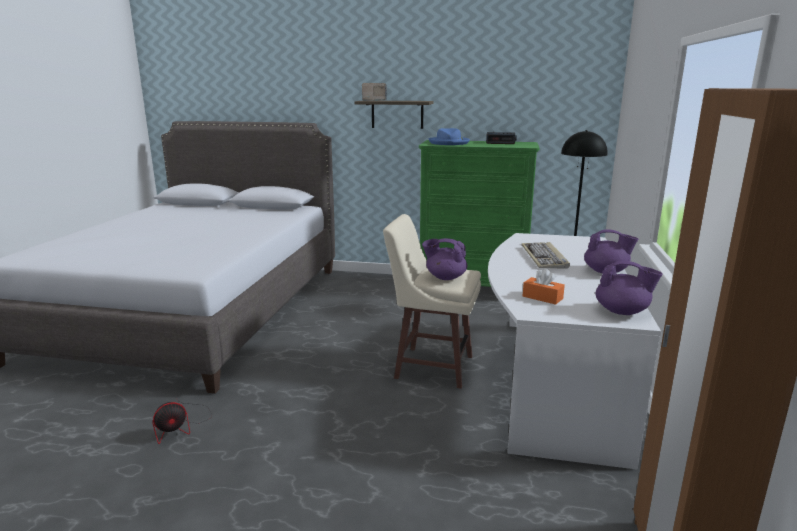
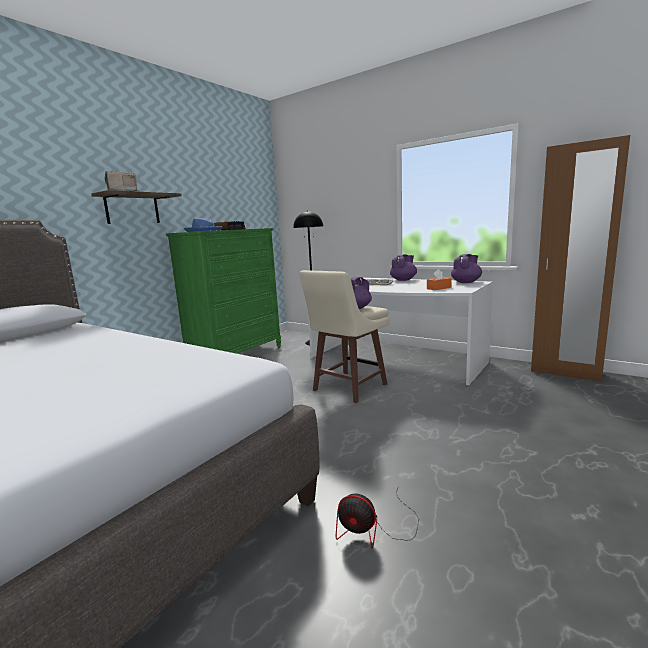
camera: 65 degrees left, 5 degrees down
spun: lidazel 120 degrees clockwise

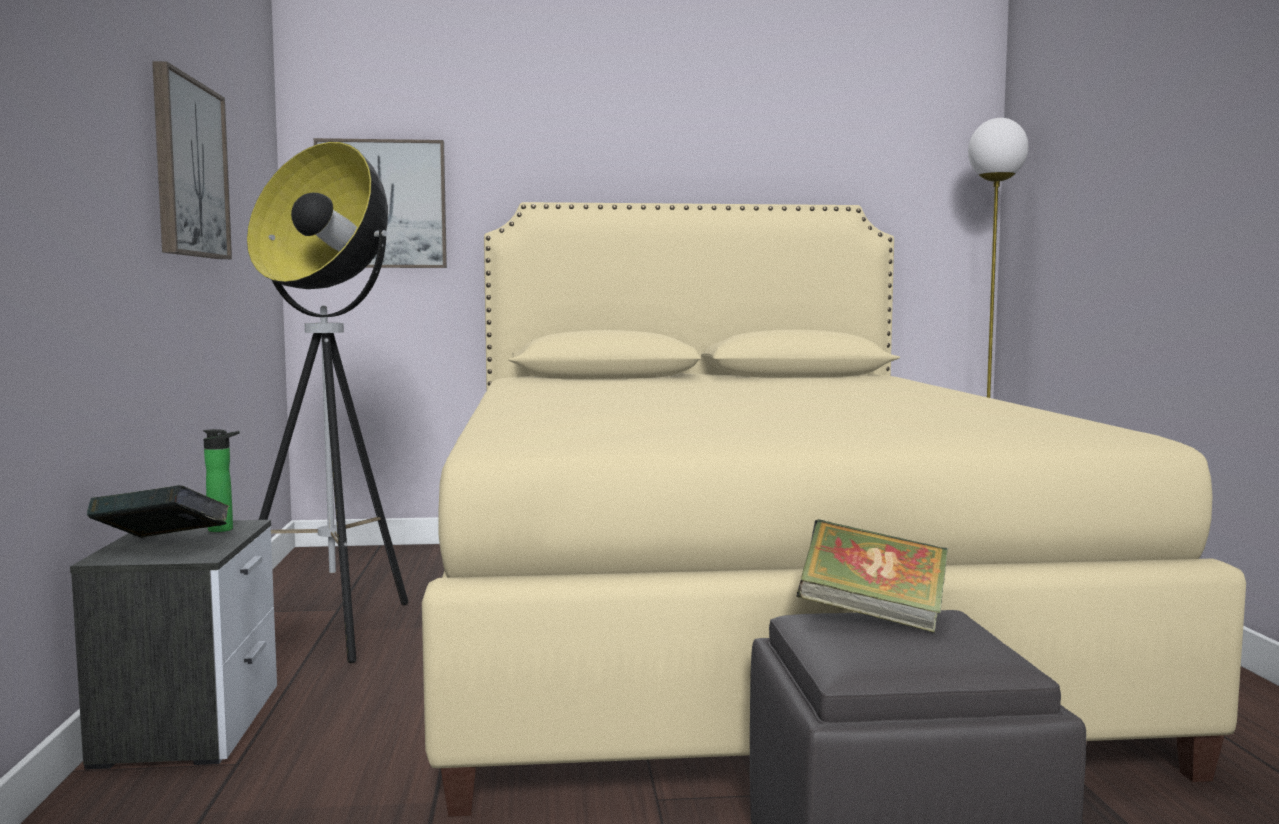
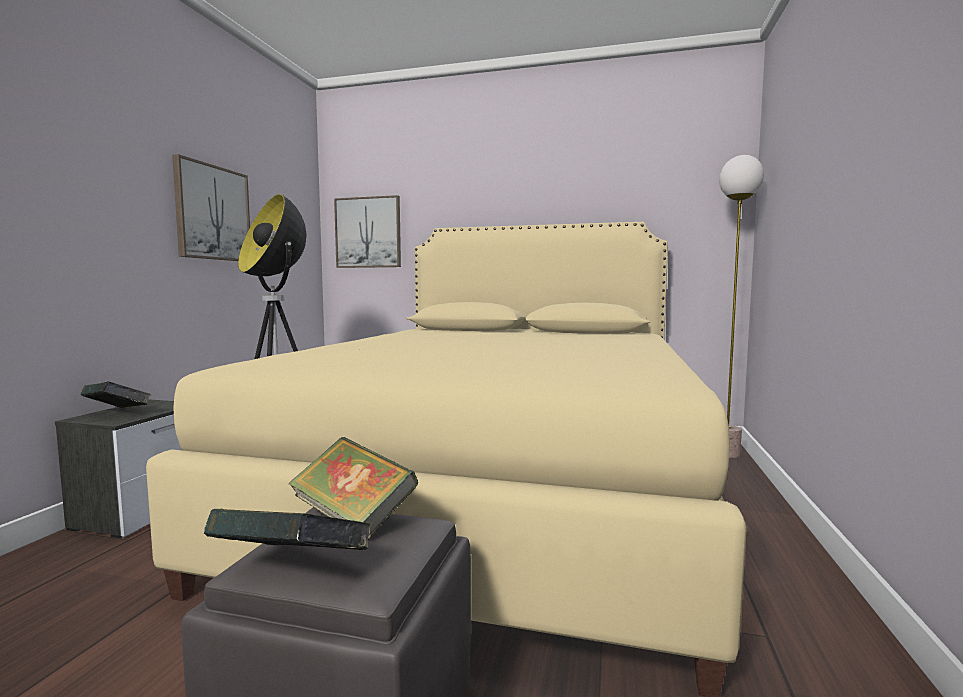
camera: 20 degrees right, 0 degrees up
missing: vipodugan
appeared: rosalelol (no. 2 from left)

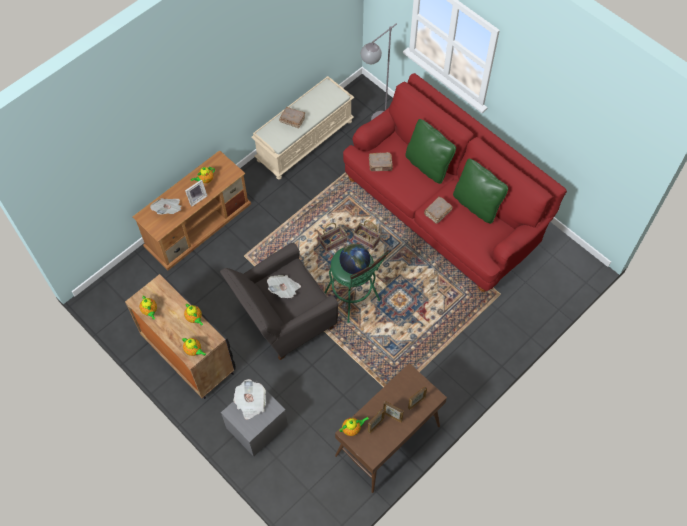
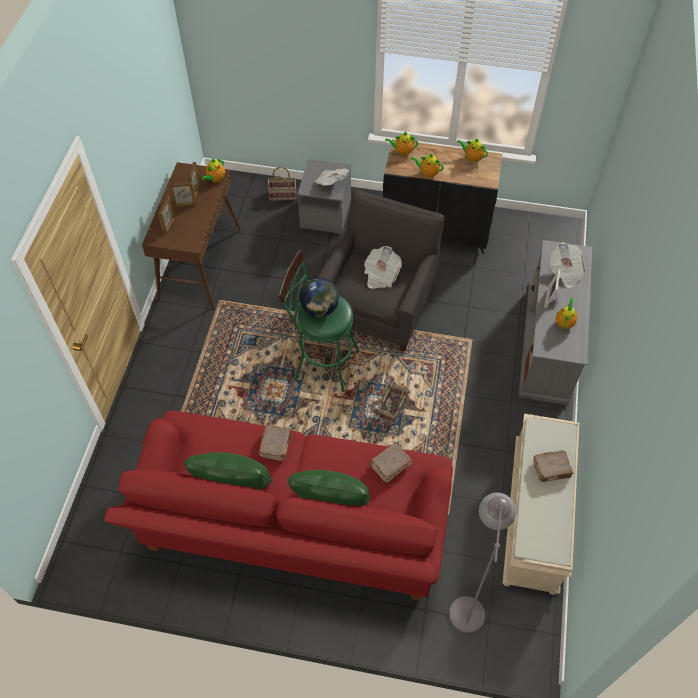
camera: 145 degrees right, 5 degrees down
relocated: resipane (no. 2 from left in the first image) to resipane (no. 1 from left)
colour: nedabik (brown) to nedabik (grey)

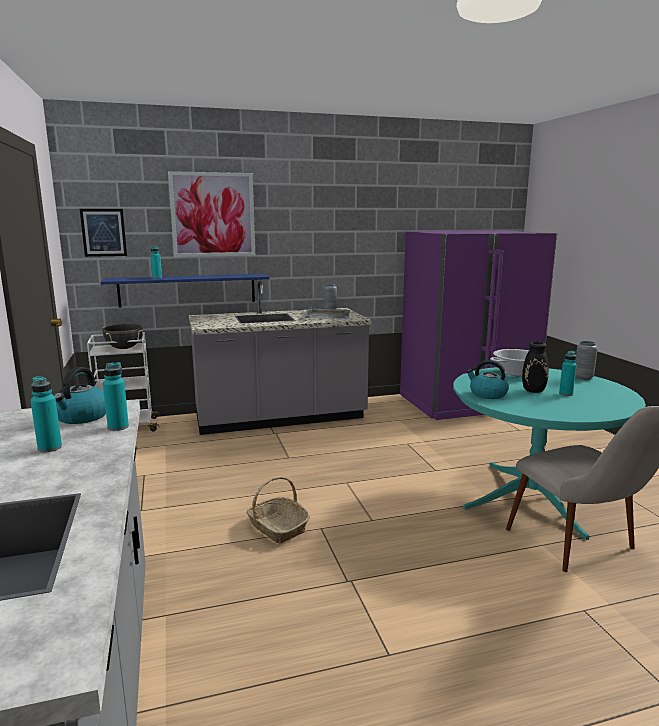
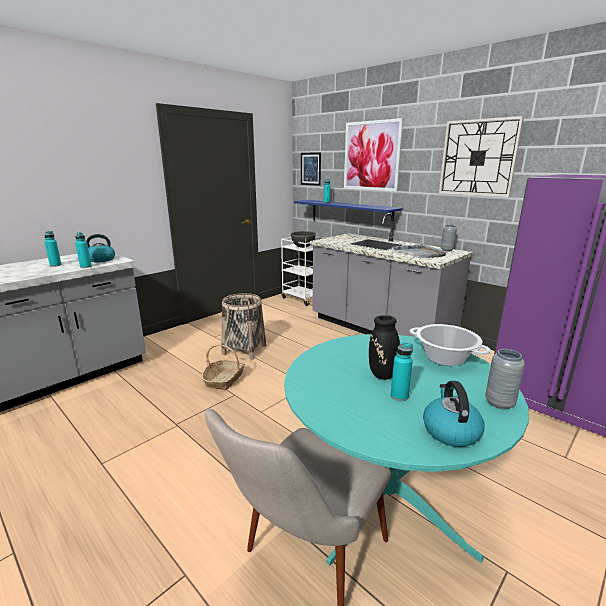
camera: 60 degrees right, 5 degrees up
appeared: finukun; resipane (no. 2 from left)
relocated: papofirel (no. 2 from left)

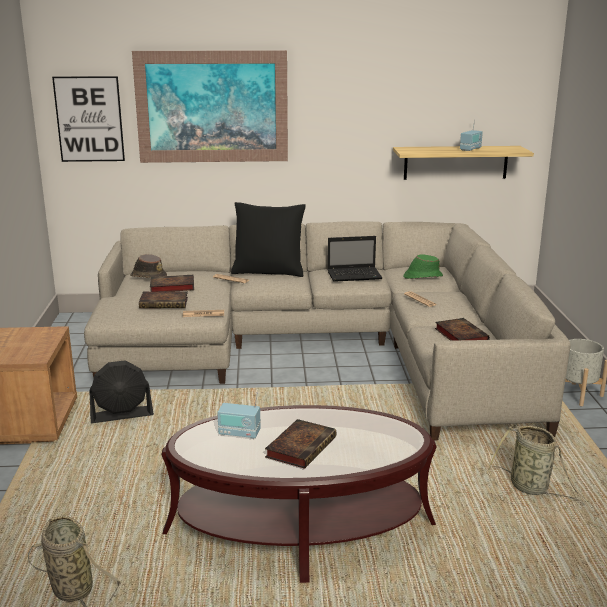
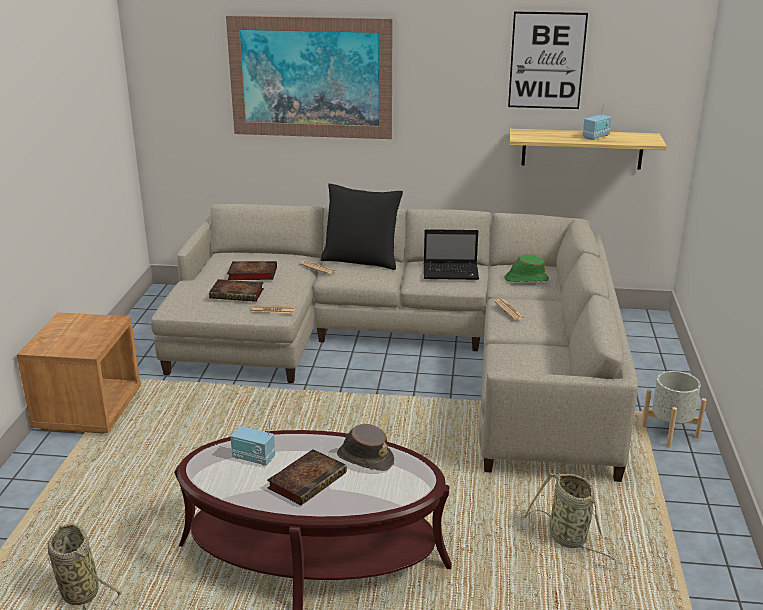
camera: 10 degrees right, 5 degrees up
missing: rosalelol (no. 4 from left); lidazel (black)
relocated: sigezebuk (no. 1 from left in the first image) to sigezebuk (no. 2 from left); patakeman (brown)

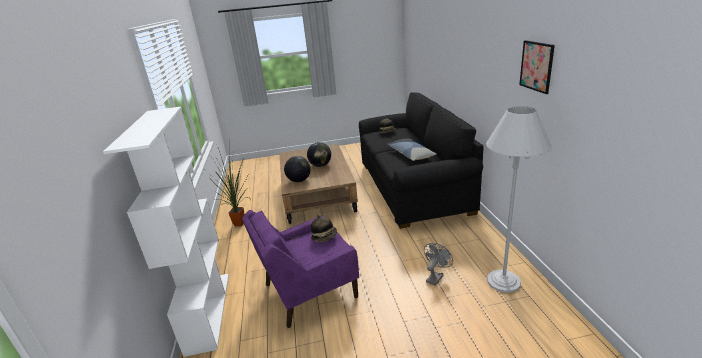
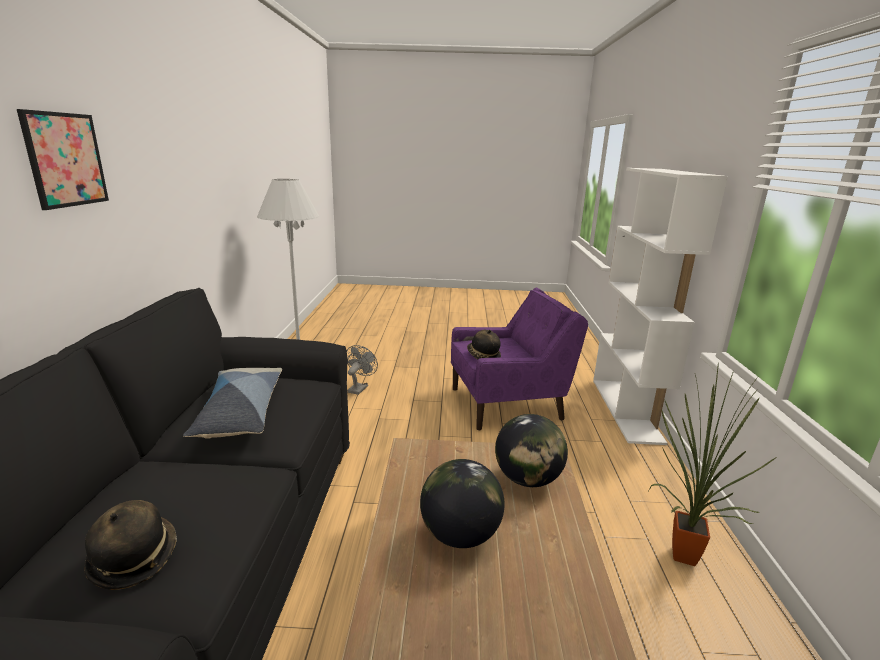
camera: 170 degrees left, 5 degrees down
relocated: sigezebuk
spun: lidazel (grey) 150 degrees clockwise

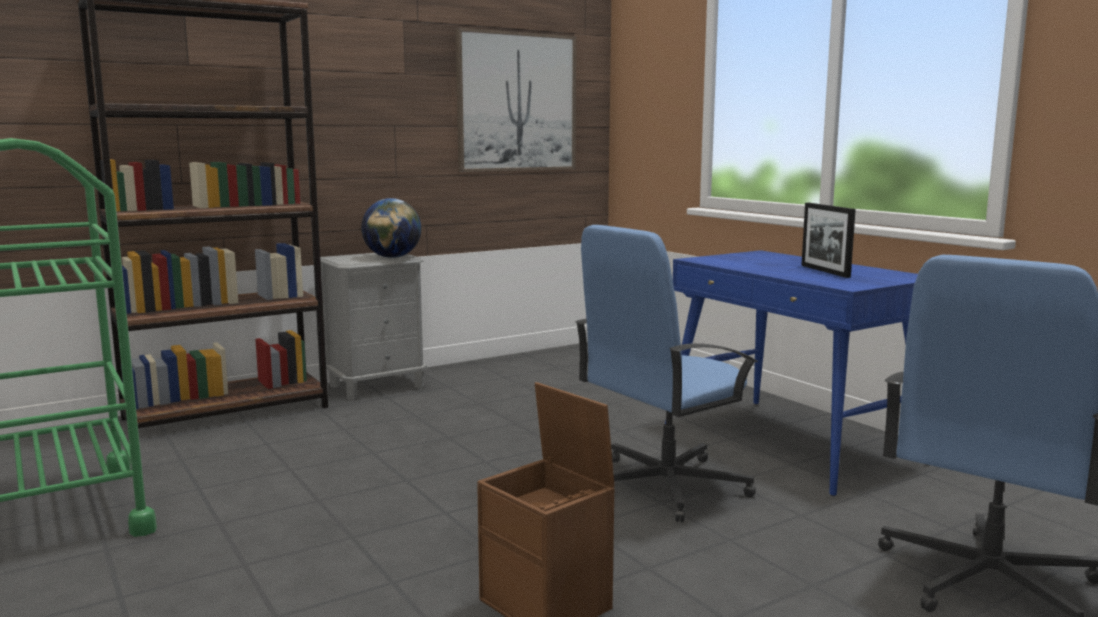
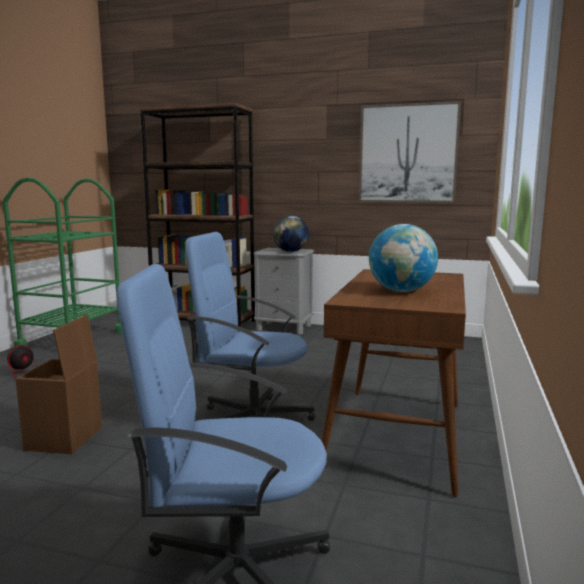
camera: 50 degrees right, 0 degrees up
appeared: lidazel
exchanged: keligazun to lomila (no. 2 from left)
colour: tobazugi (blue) to tobazugi (brown)

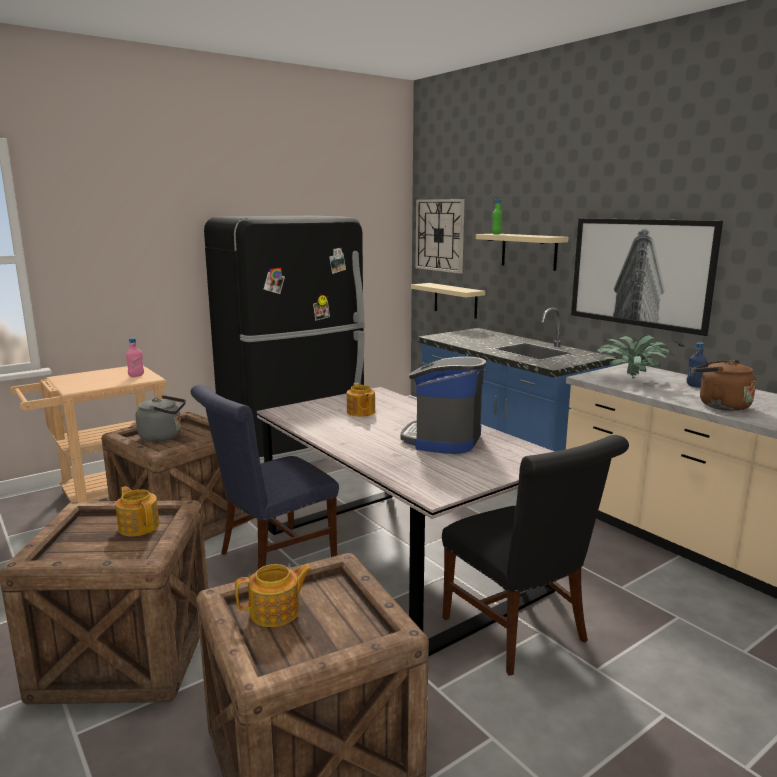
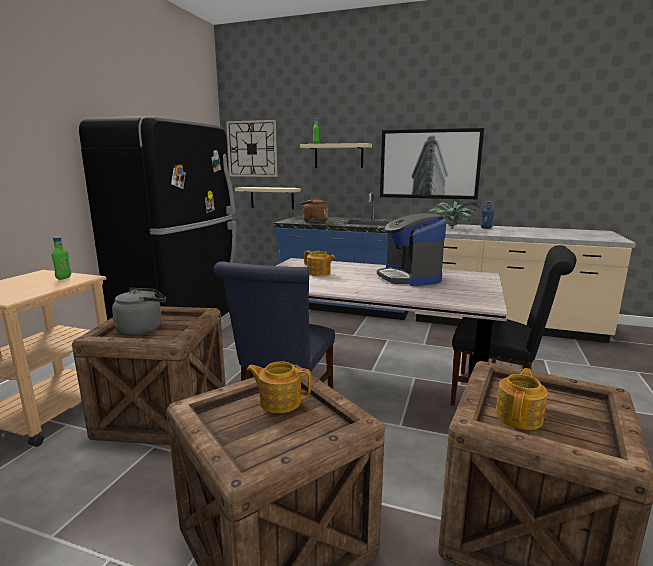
camera: 35 degrees left, 0 degrees up
relocated: papofirel (brown)
colour: vipodugan (pink) to vipodugan (green) (no. 1 from left)

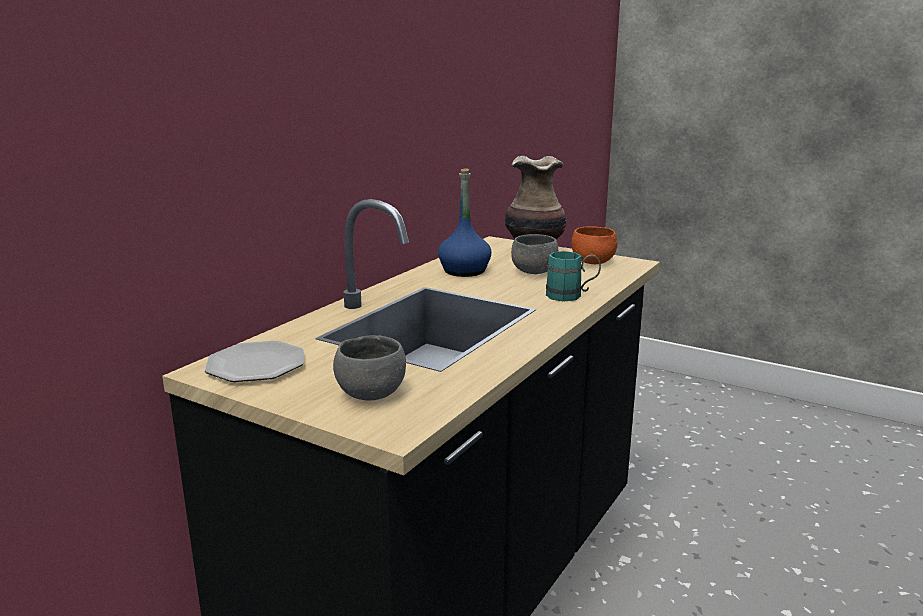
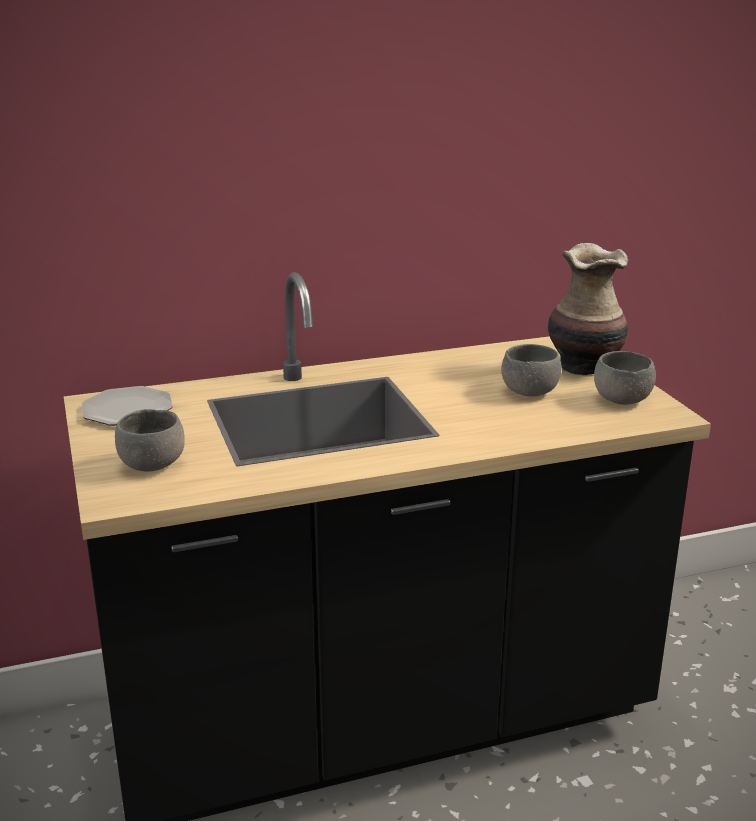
camera: 40 degrees right, 5 degrees up
missing: vipodugan (blue); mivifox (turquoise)
colour: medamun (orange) to medamun (grey) (no. 3 from left)

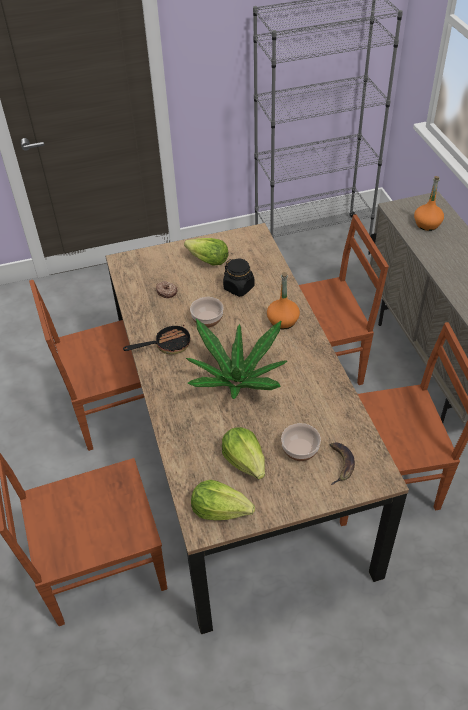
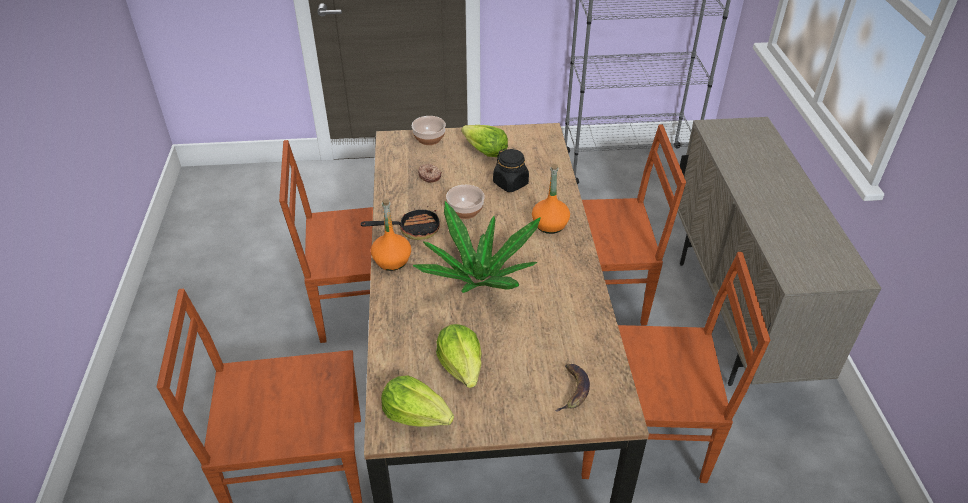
camera: 10 degrees right, 5 degrees down
relocated: vipodugan (orange) (no. 2 from left in the first image) to vipodugan (orange) (no. 1 from left); medamun (no. 2 from left in the first image) to medamun (no. 1 from left)

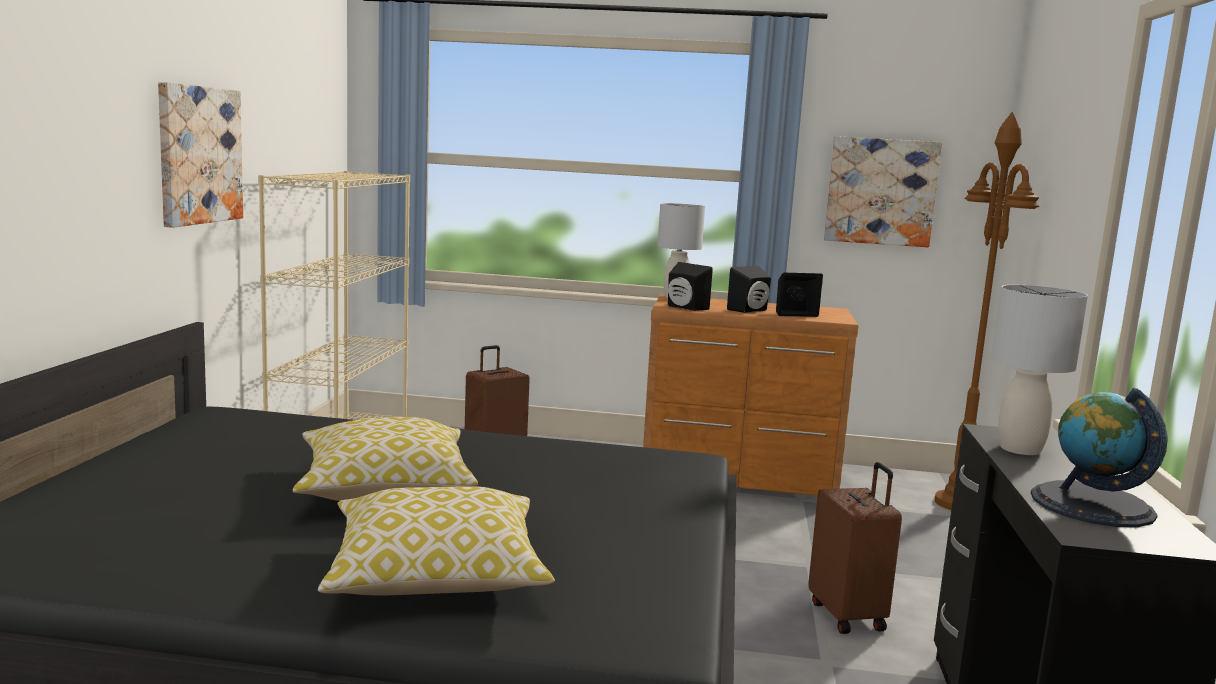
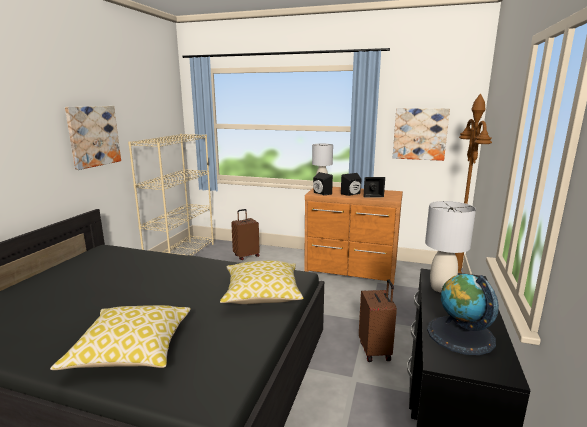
camera: 10 degrees right, 5 degrees up
relocated: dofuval (no. 1 from left in the first image) to dofuval (no. 2 from left)

